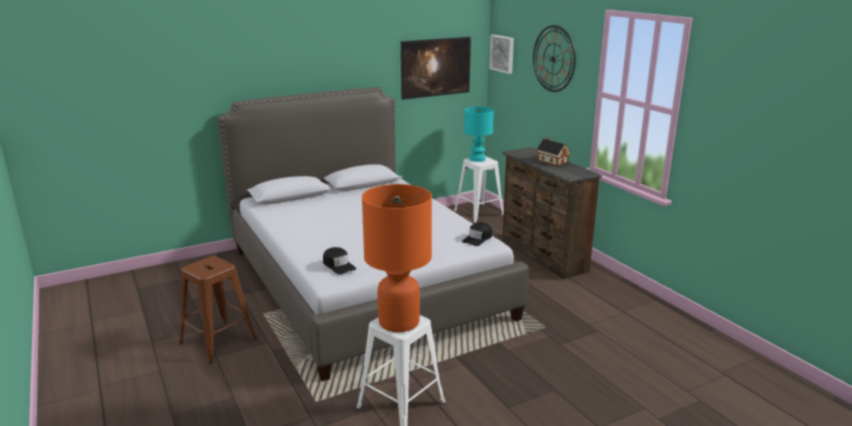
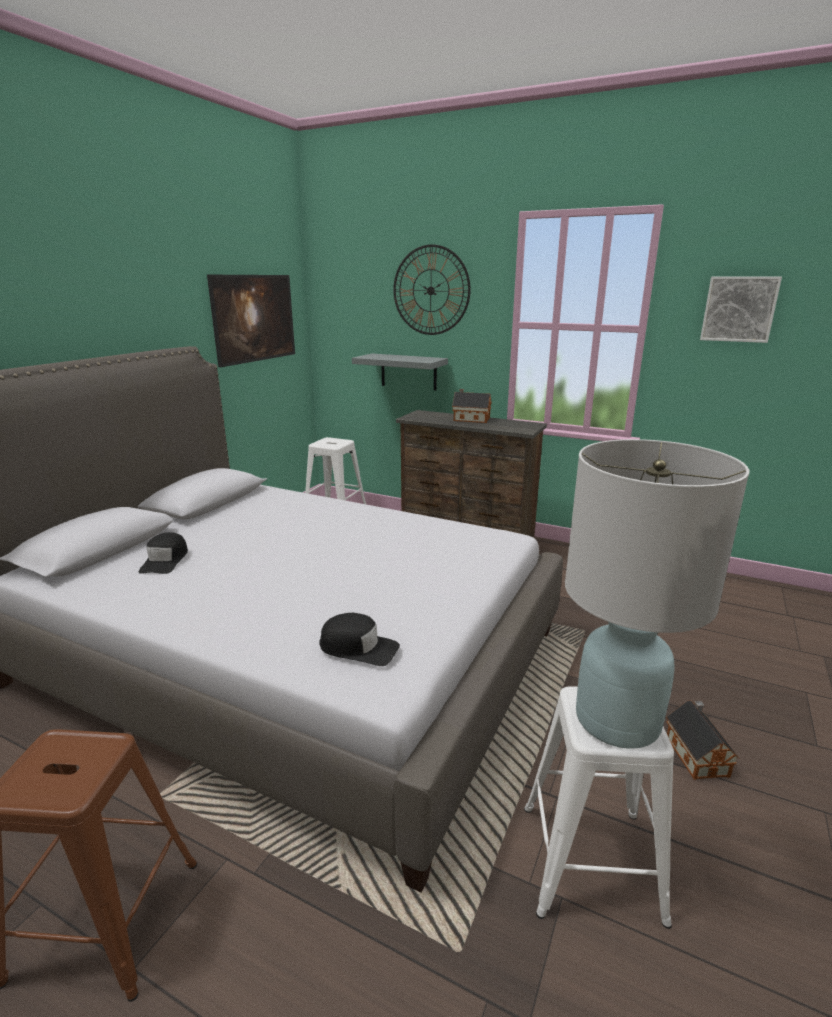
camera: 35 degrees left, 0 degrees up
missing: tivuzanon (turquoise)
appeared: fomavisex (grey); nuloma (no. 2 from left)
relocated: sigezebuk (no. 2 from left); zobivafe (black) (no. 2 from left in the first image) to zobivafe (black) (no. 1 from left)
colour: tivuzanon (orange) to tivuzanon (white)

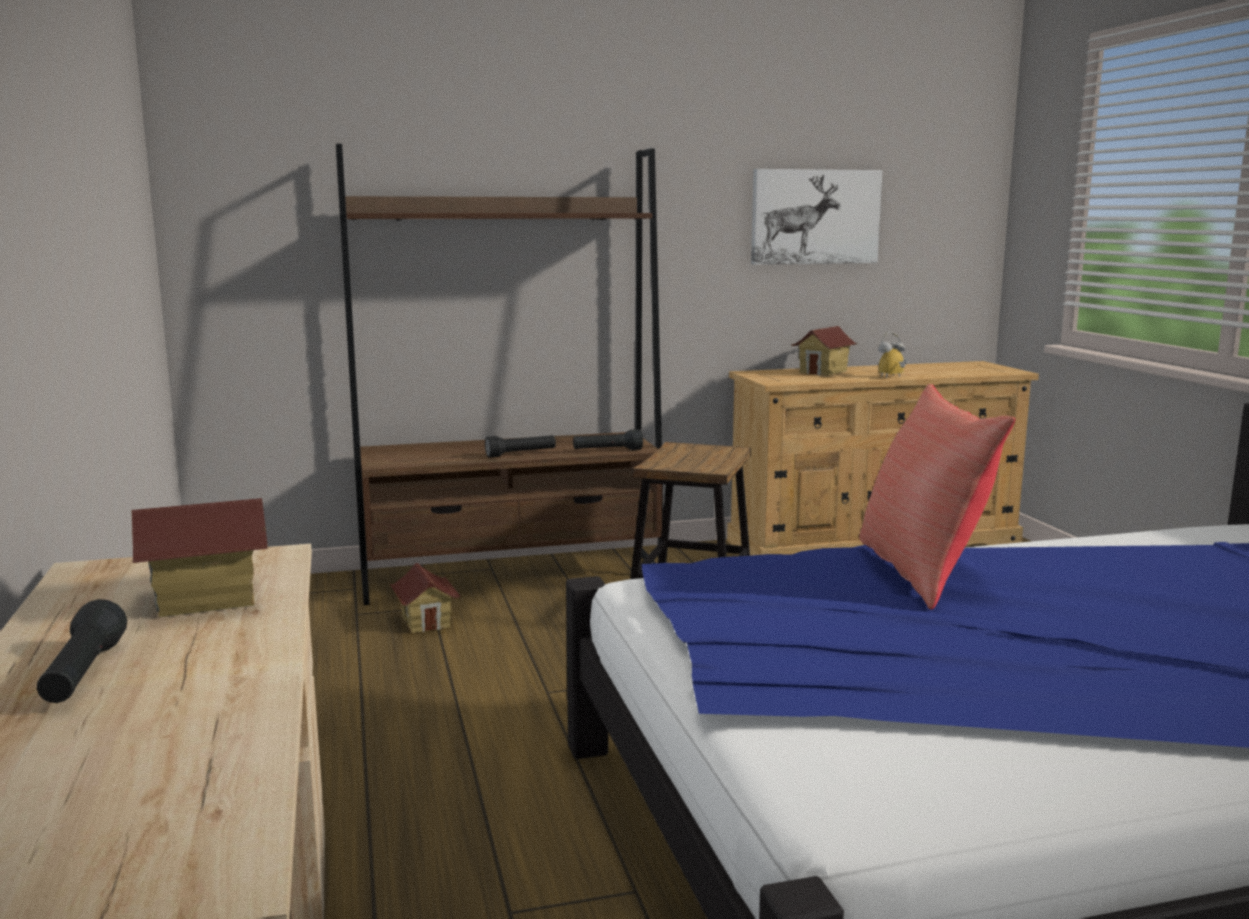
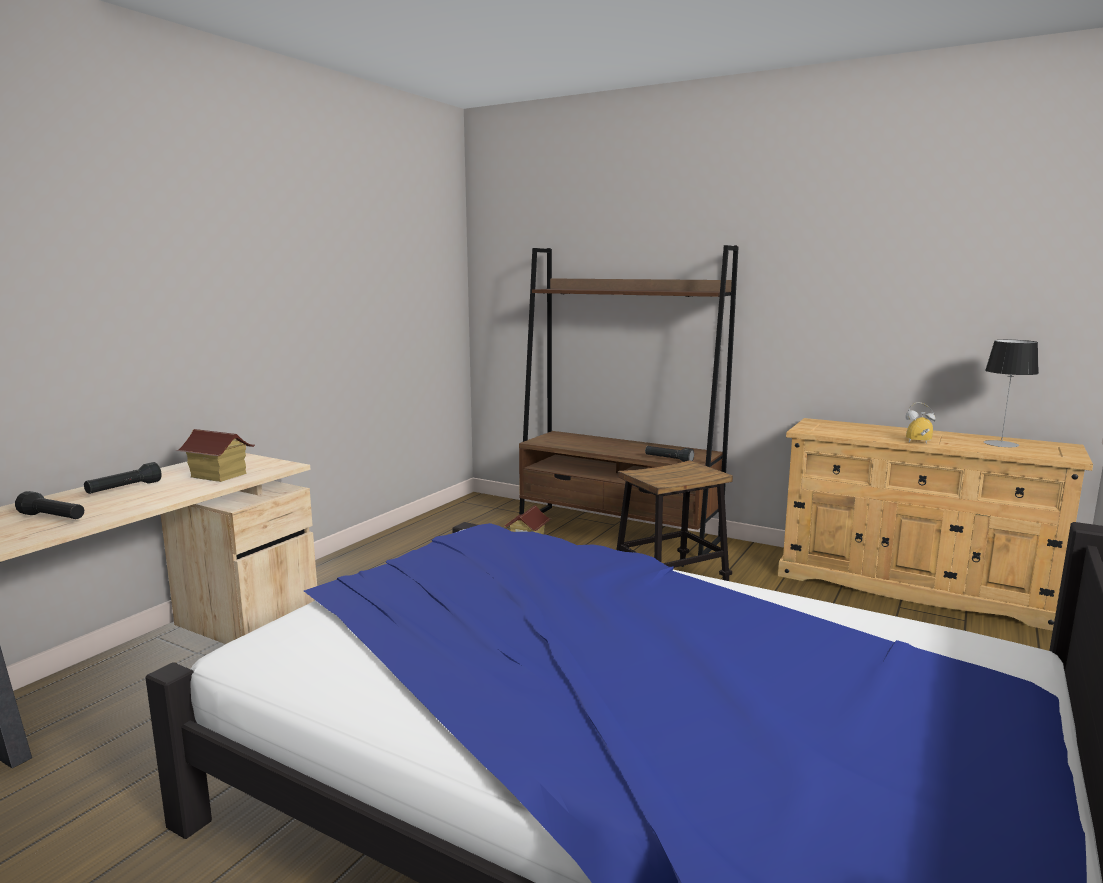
camera: 45 degrees right, 0 degrees up
missing: sigezebuk; nuloma (no. 3 from left); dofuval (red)
appeared: tivuzanon
relocated: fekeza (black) (no. 2 from left in the first image) to fekeza (black) (no. 1 from left)

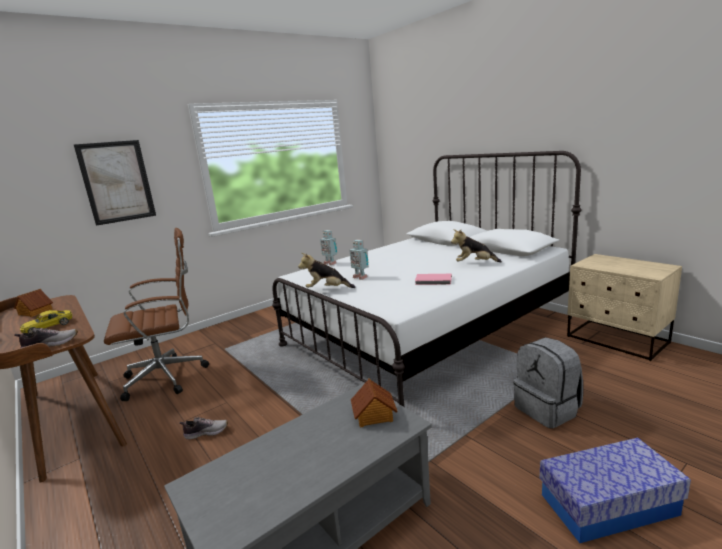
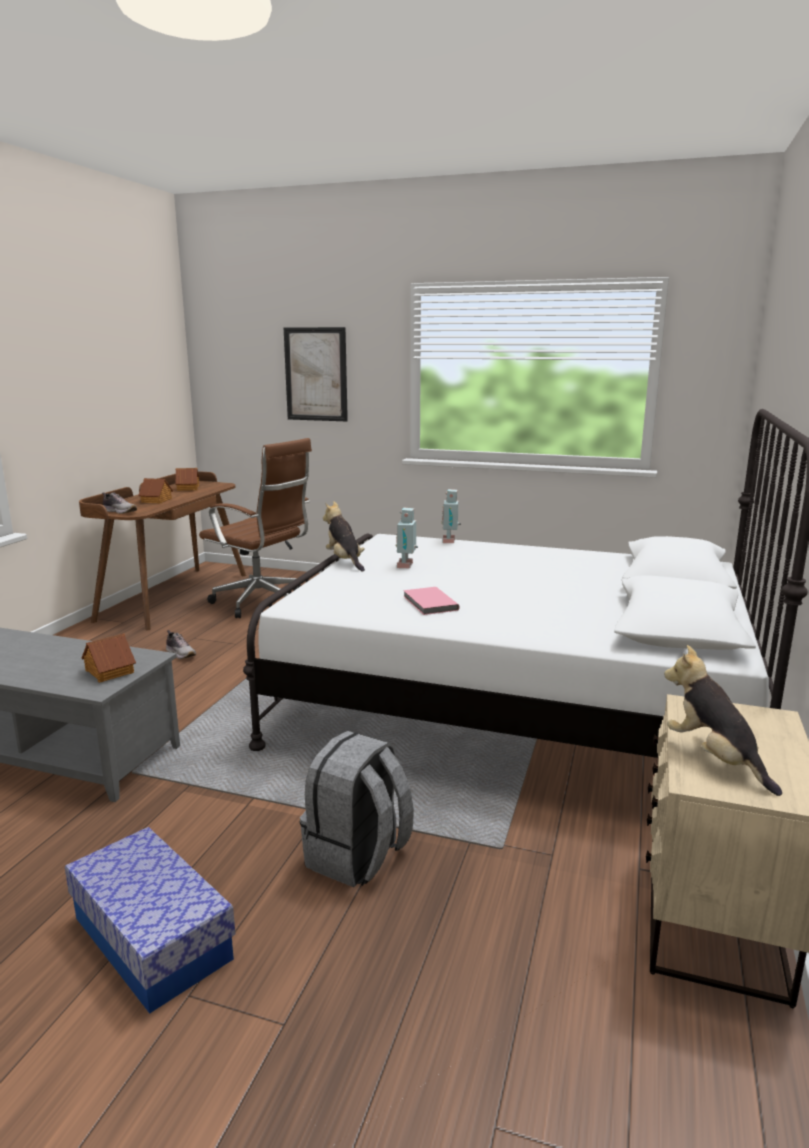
camera: 55 degrees right, 0 degrees up
relocated: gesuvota (no. 2 from left)
exchanged: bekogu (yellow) to nuloma (no. 2 from left)

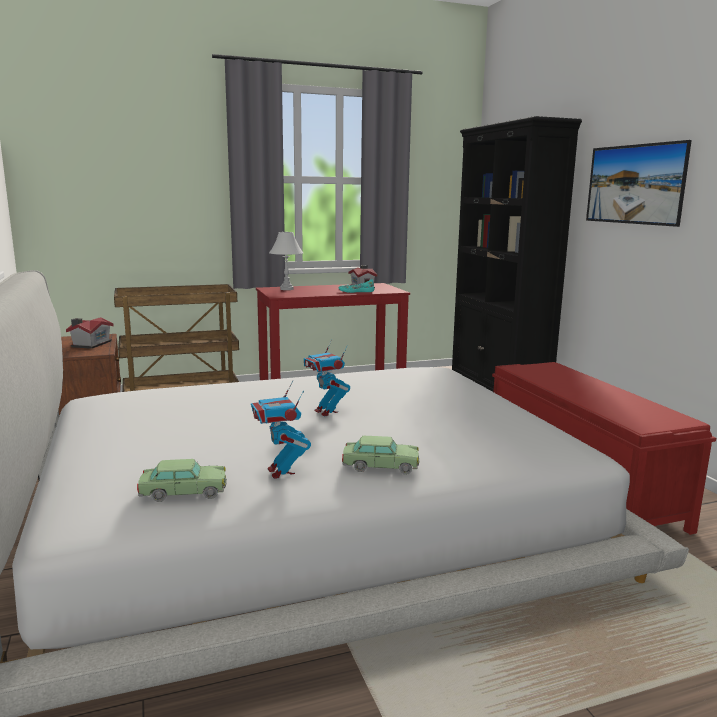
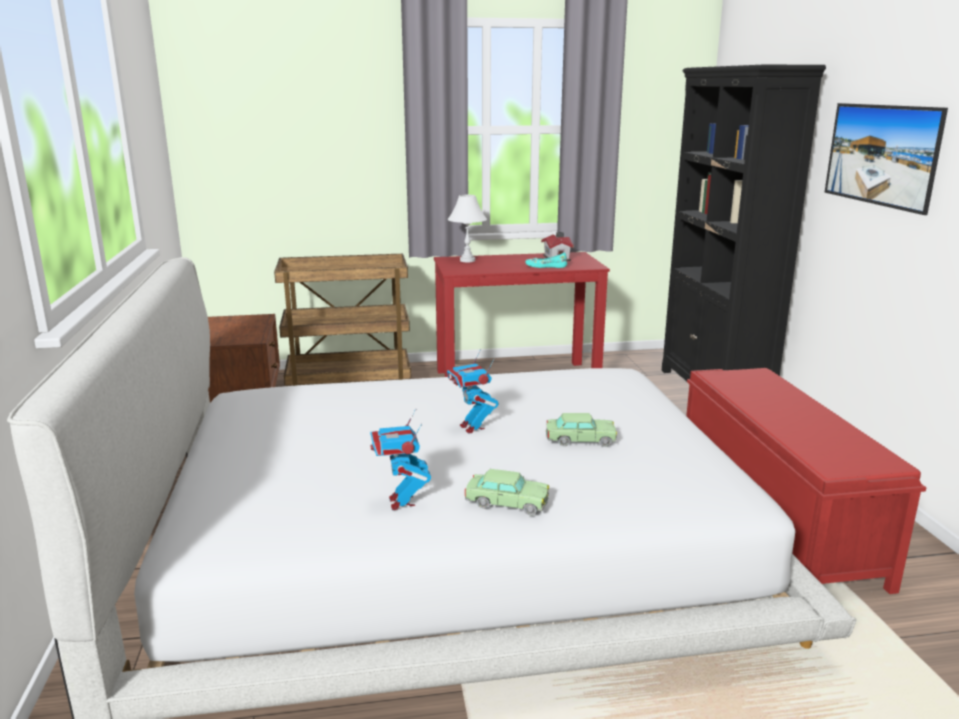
camera: 10 degrees right, 5 degrees up
missing: nuloma (no. 1 from left)
relocated: bekogu (no. 1 from left in the first image) to bekogu (no. 2 from left)

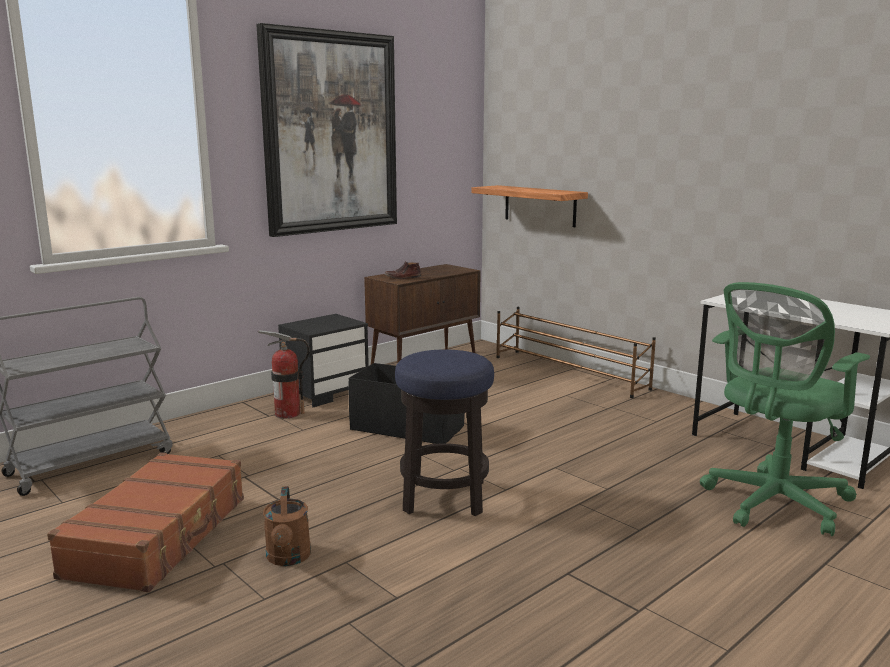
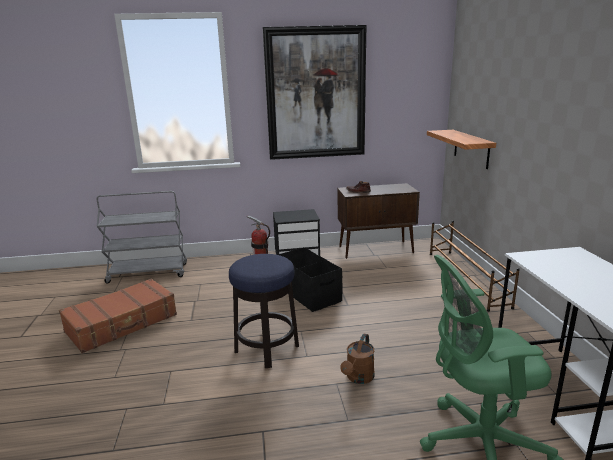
camera: 35 degrees right, 5 degrees up
relocated: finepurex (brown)

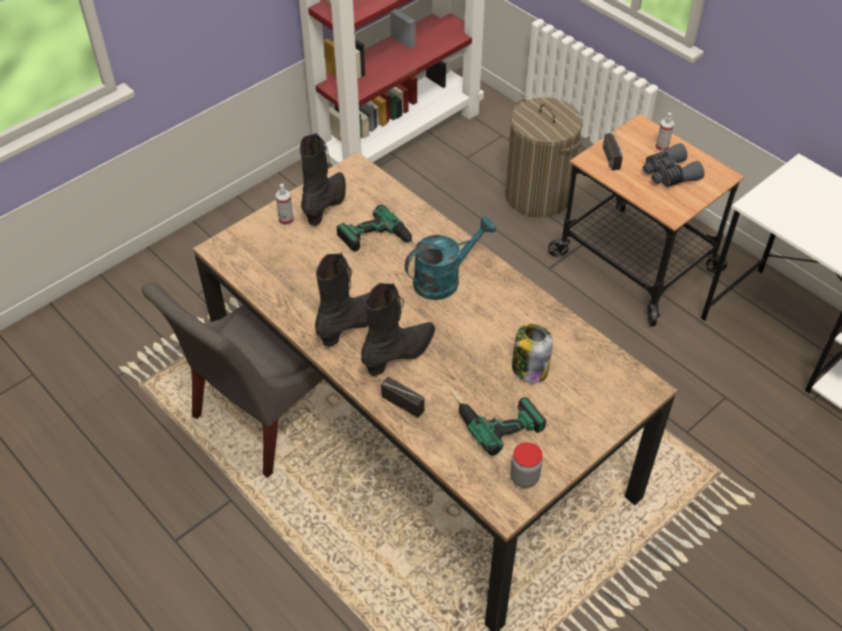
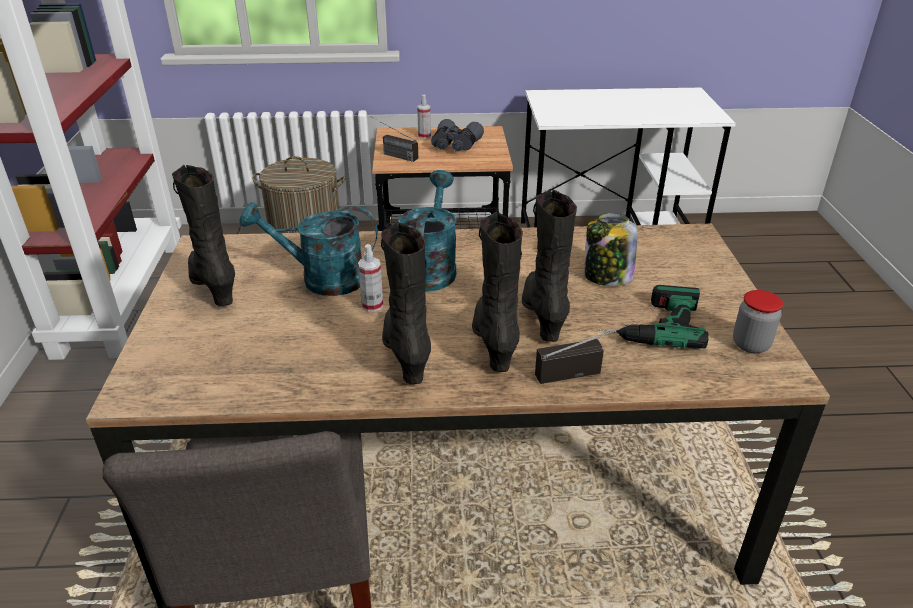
camera: 50 degrees left, 15 degrees down
appeared: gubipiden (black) (no. 4 from left)
relocated: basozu (no. 1 from left)
exchanged: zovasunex (no. 1 from left) to finepurex (turquoise) (no. 1 from left)

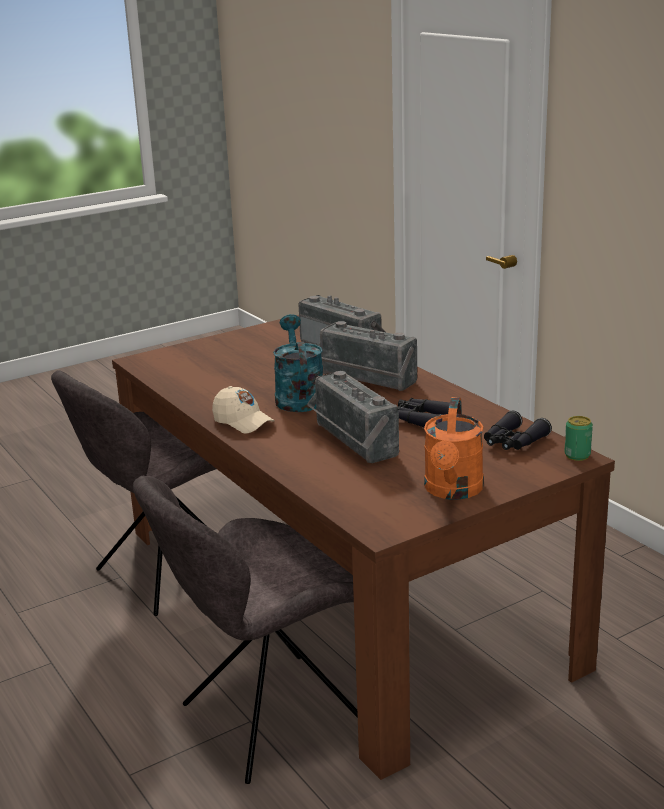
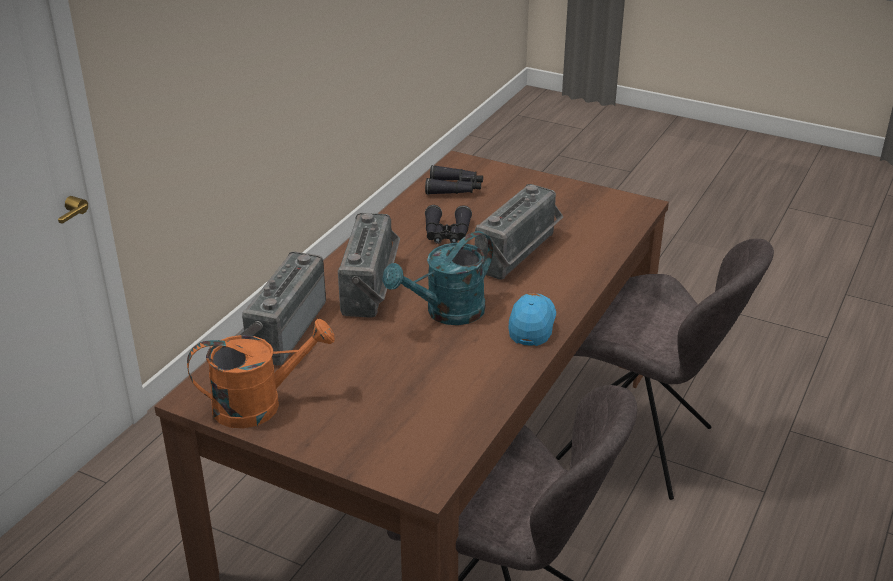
camera: 120 degrees left, 10 degrees up
missing: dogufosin
relocated: finepurex (orange)
colour: zobivafe (beige) to zobivafe (blue)

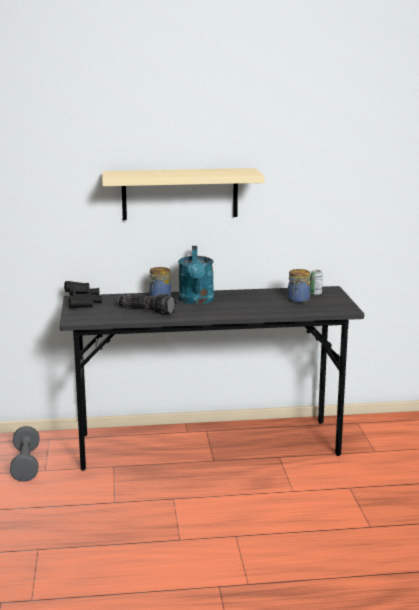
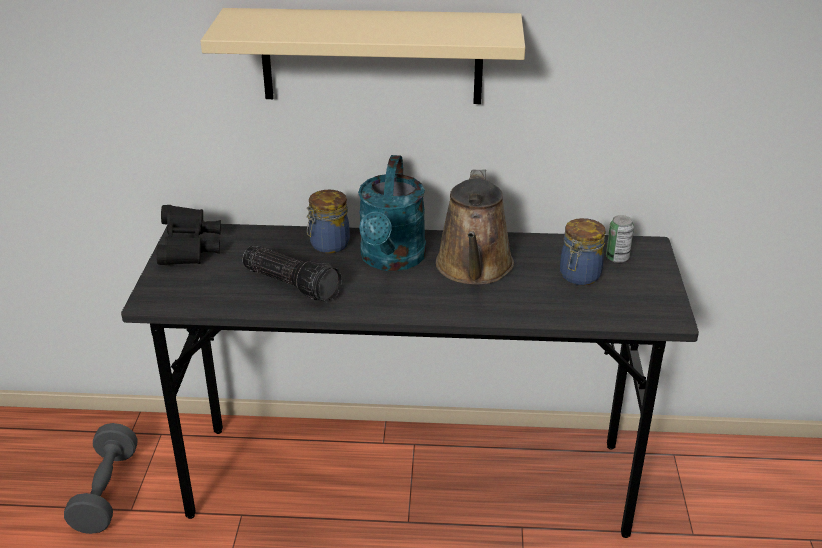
camera: 10 degrees right, 15 degrees up
appeared: finepurex (brown)

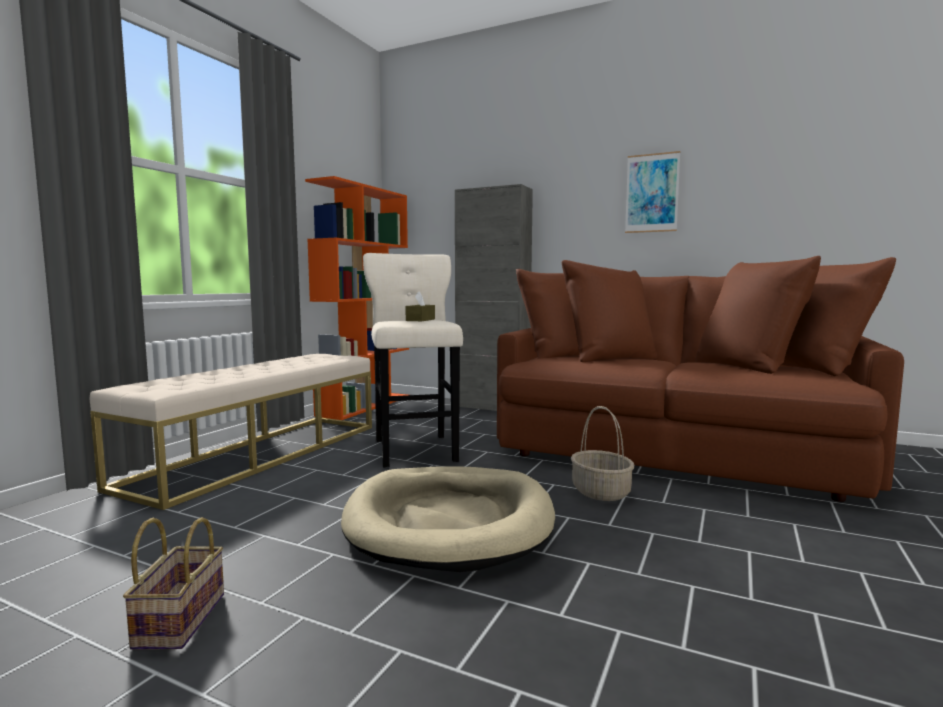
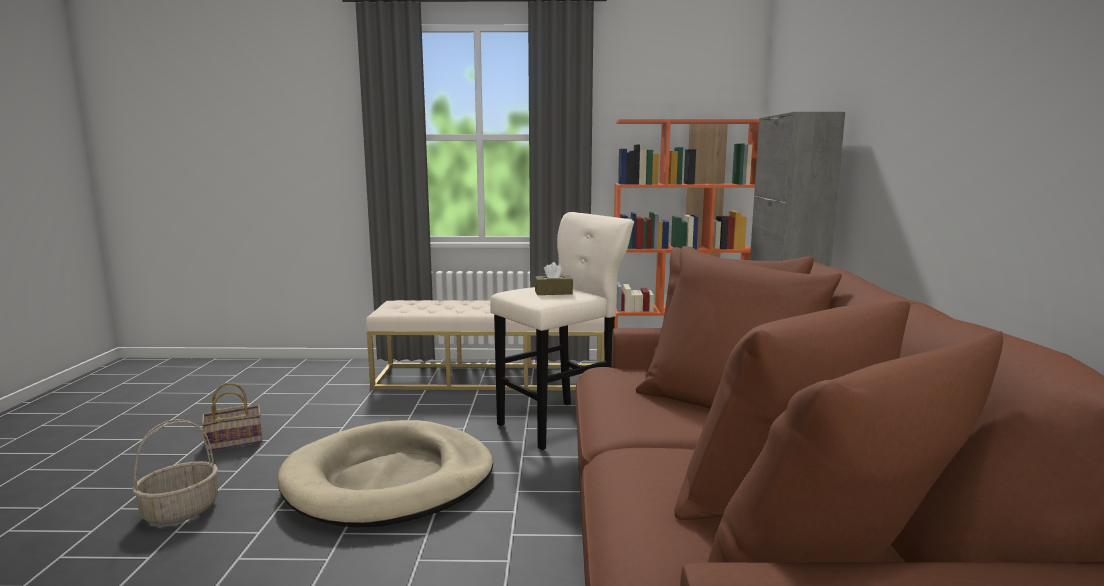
camera: 65 degrees right, 5 degrees up
missing: sigezebuk
relocated: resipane (no. 2 from left in the first image) to resipane (no. 1 from left)

